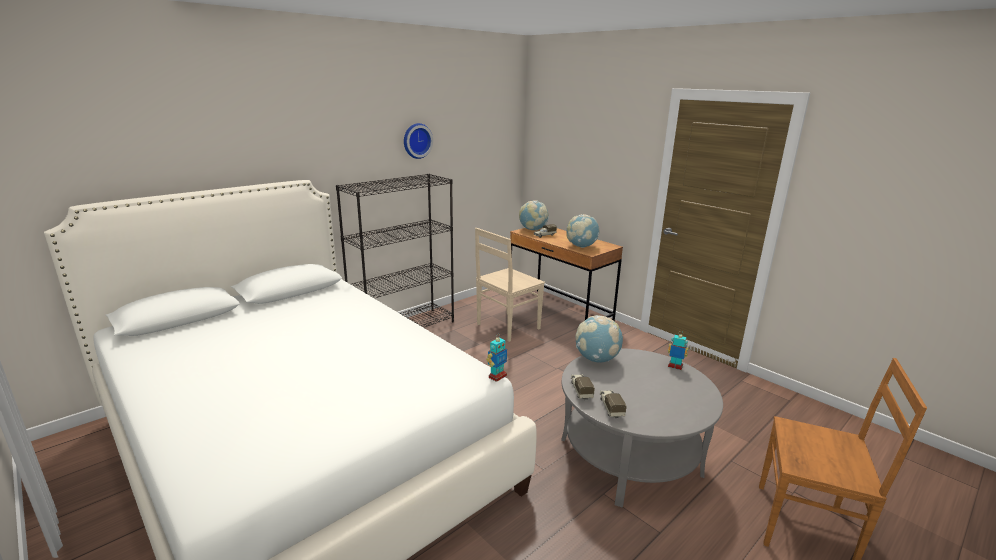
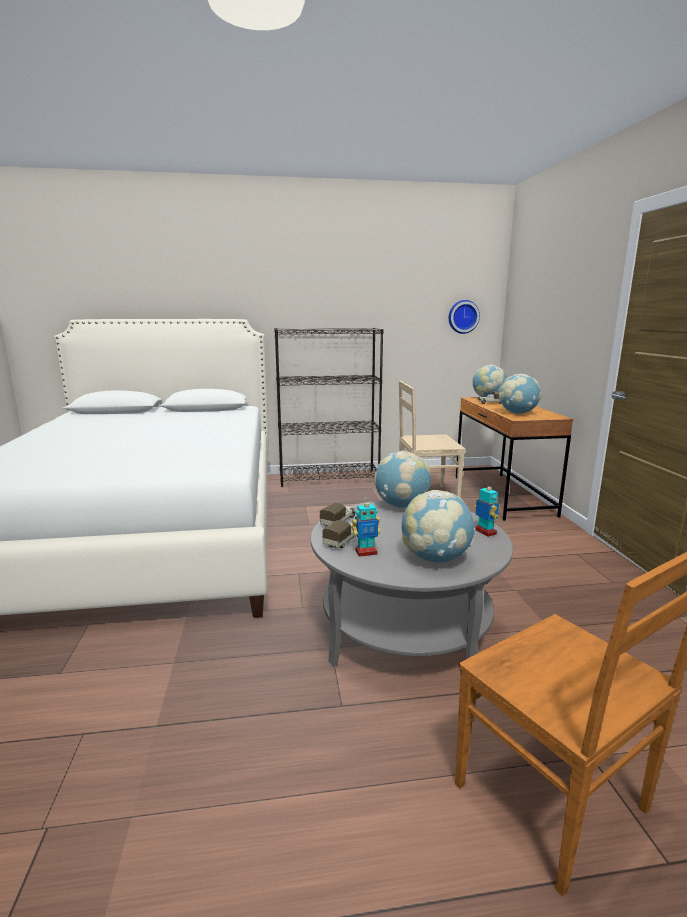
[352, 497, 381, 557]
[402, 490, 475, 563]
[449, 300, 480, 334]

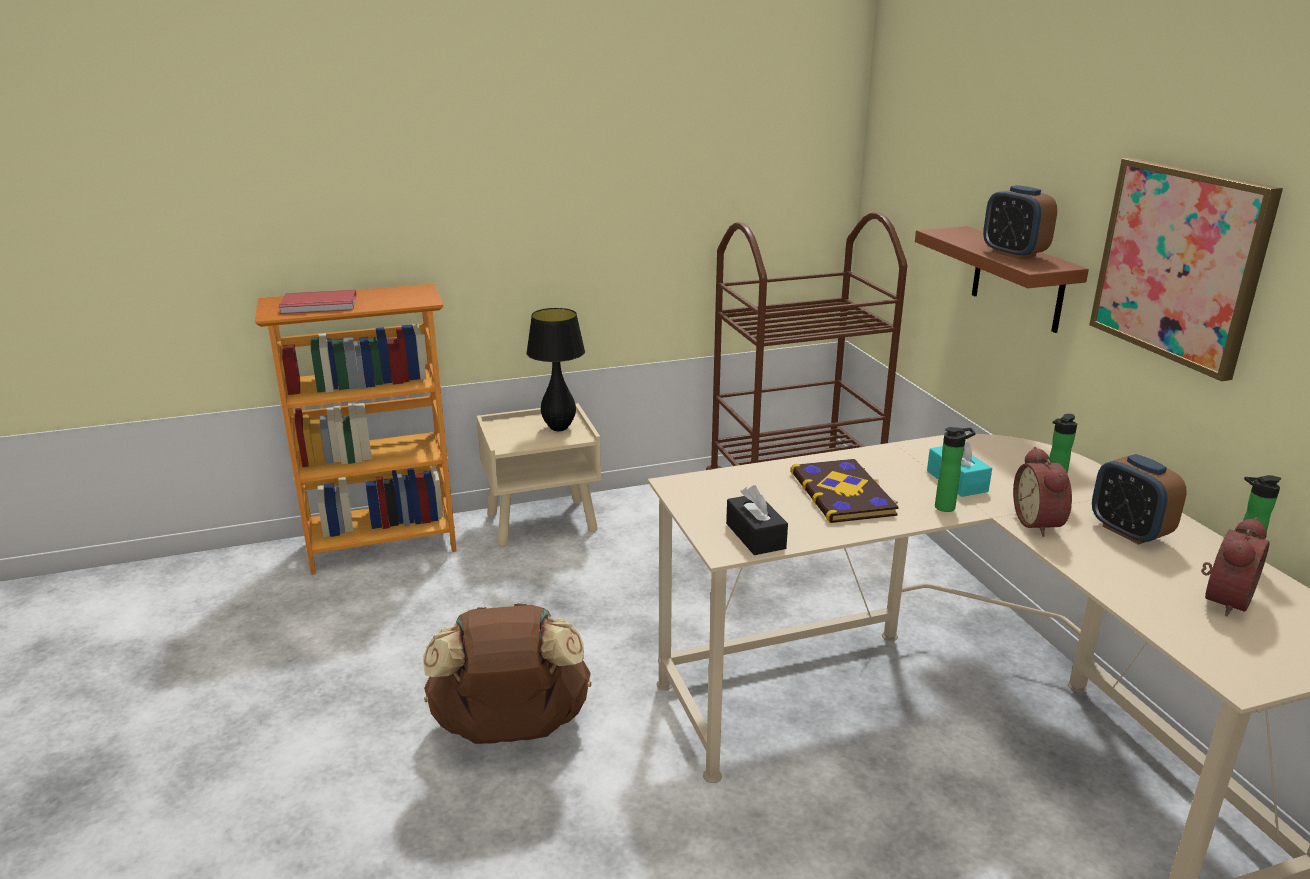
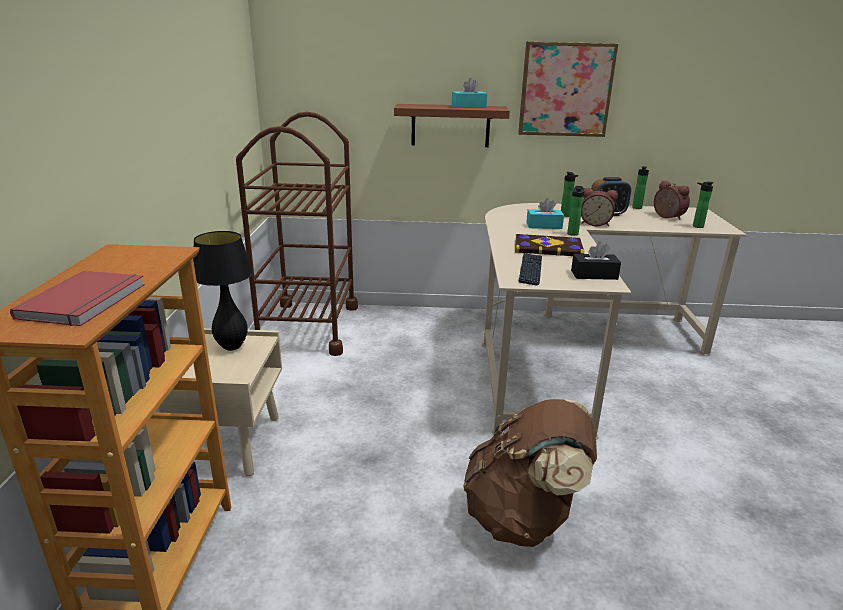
[452, 78, 487, 108]
[518, 253, 542, 286]
[693, 182, 714, 228]

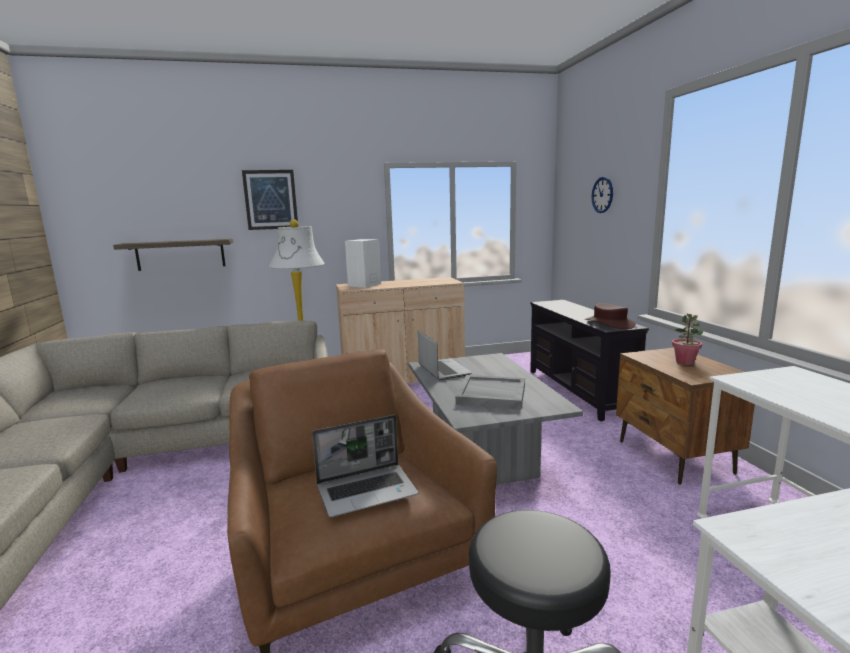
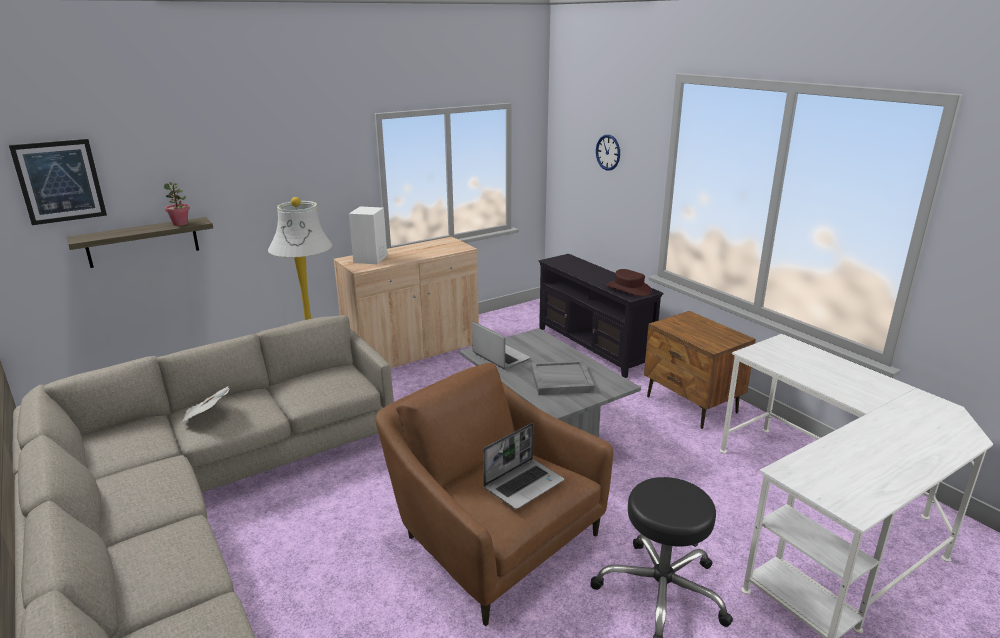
[9, 139, 107, 225]
[164, 182, 190, 226]
[182, 386, 230, 422]

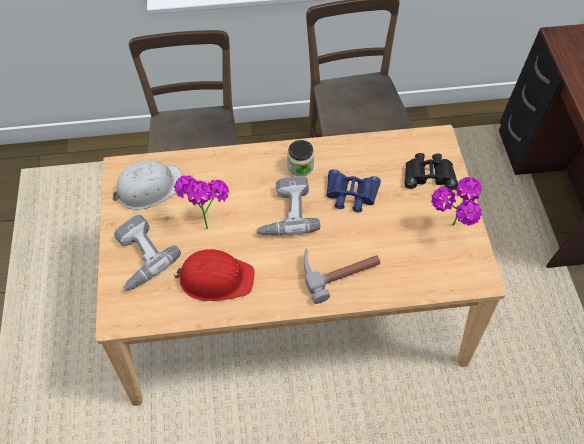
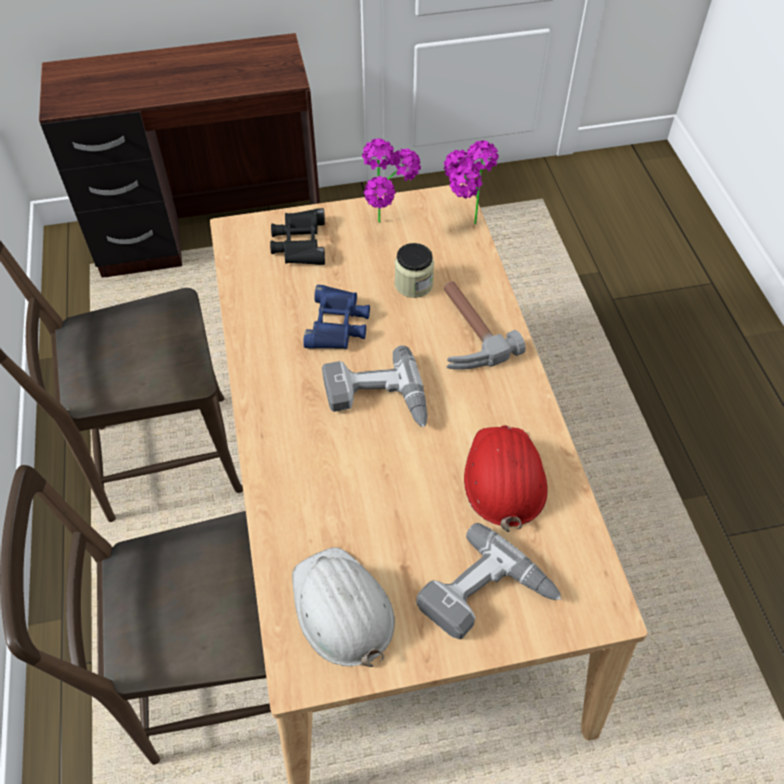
[395, 243, 434, 298]
[443, 140, 499, 224]

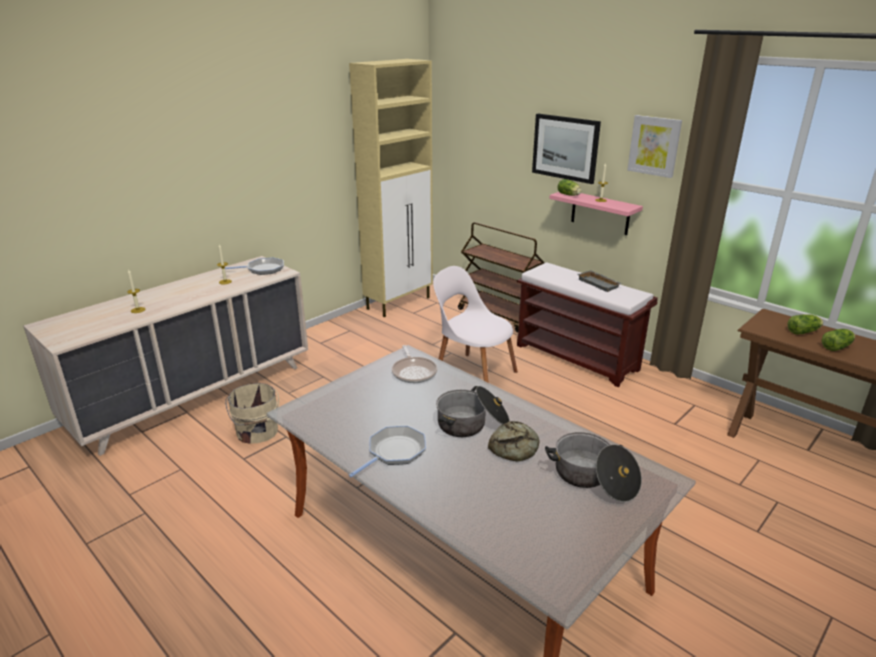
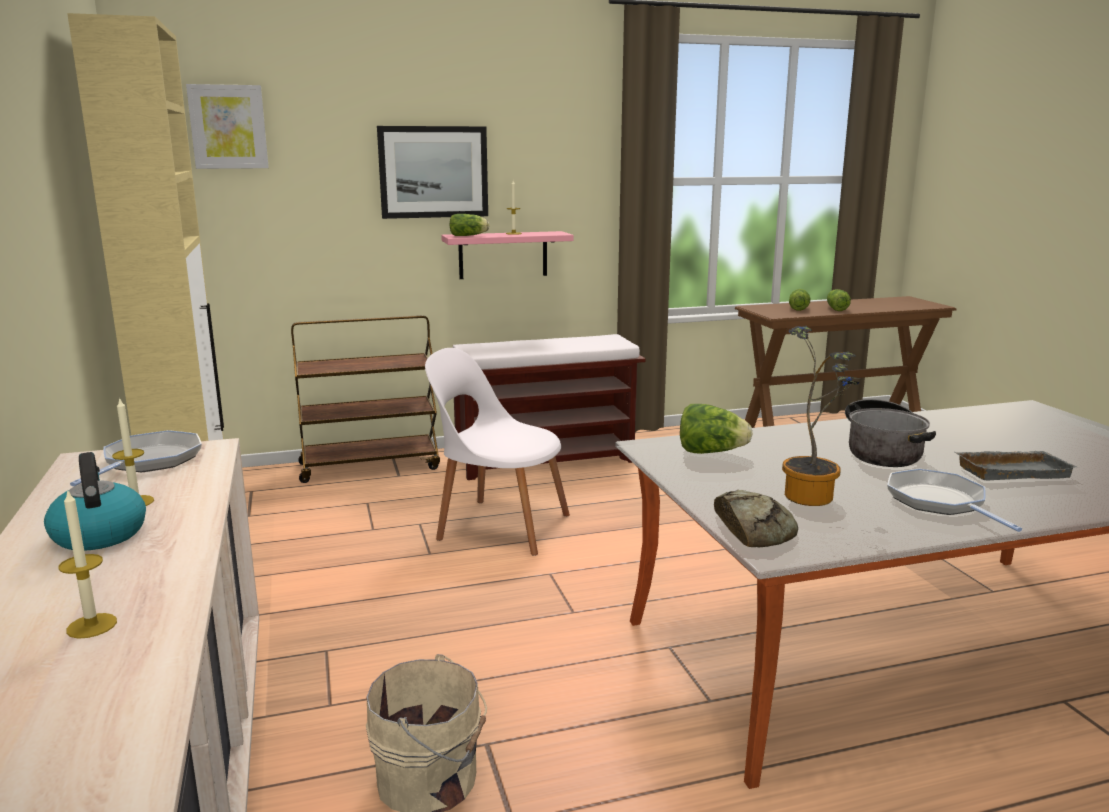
[44, 452, 146, 551]
[186, 84, 269, 169]
[425, 348, 570, 556]
[680, 404, 753, 454]
[714, 490, 798, 547]
[782, 325, 861, 506]
[955, 451, 1077, 480]
[545, 432, 642, 502] (first image)

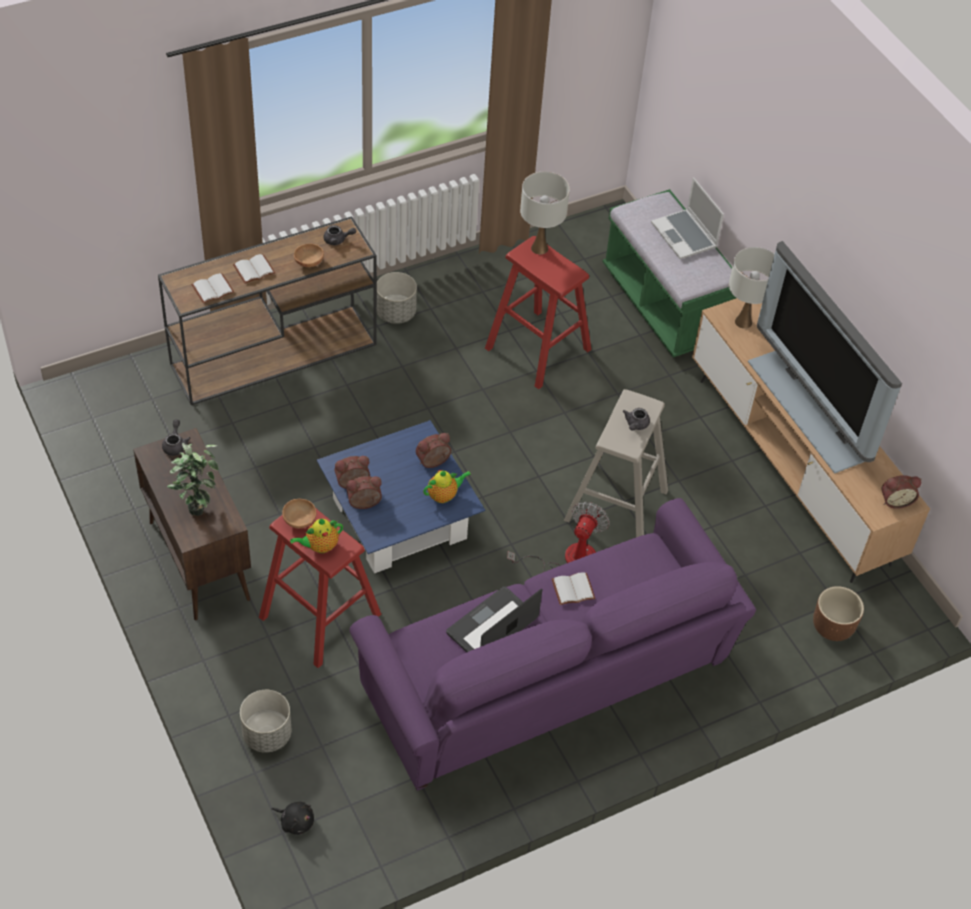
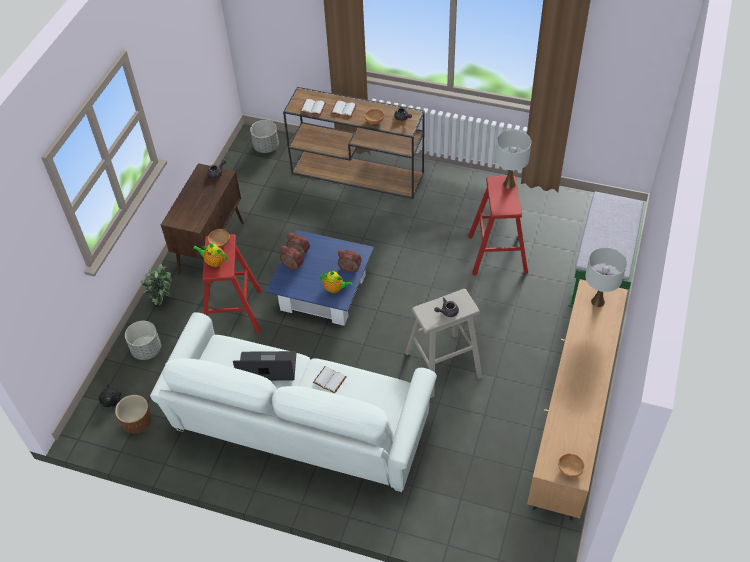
[115, 395, 152, 434]
[140, 264, 172, 308]
[150, 312, 437, 492]
[250, 120, 279, 153]
[558, 453, 584, 477]
[507, 502, 610, 572] (first image)
[651, 178, 724, 259] (first image)
[748, 241, 902, 473] (first image)

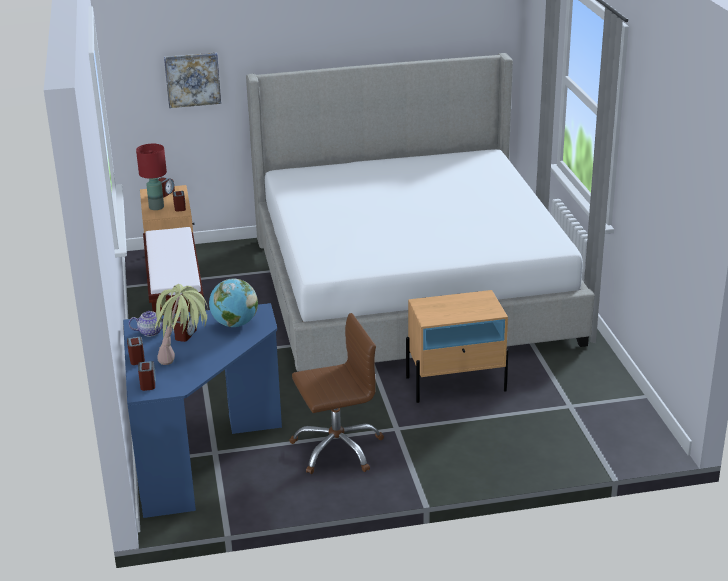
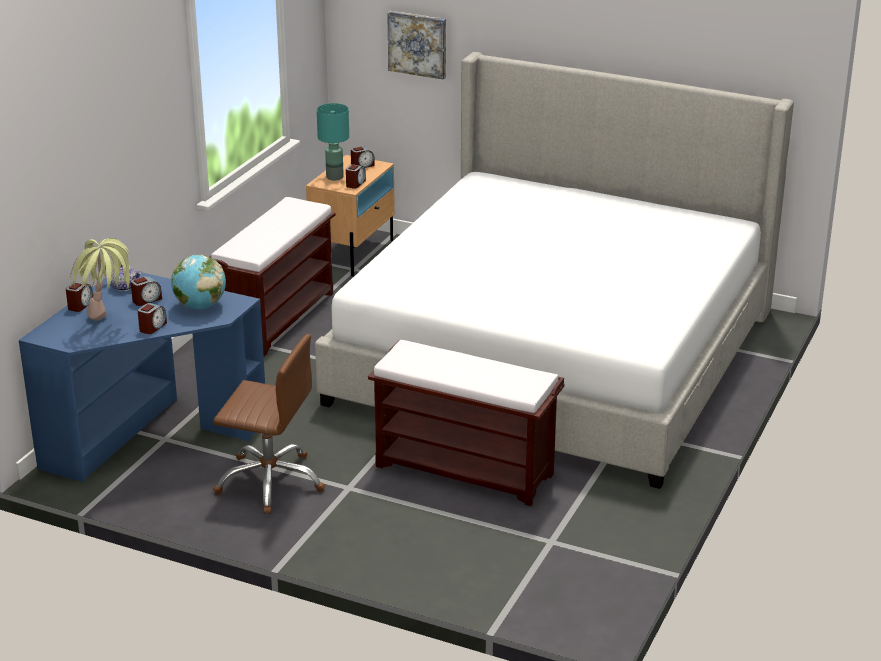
[138, 303, 167, 334]
[317, 103, 349, 180]
[368, 340, 564, 506]

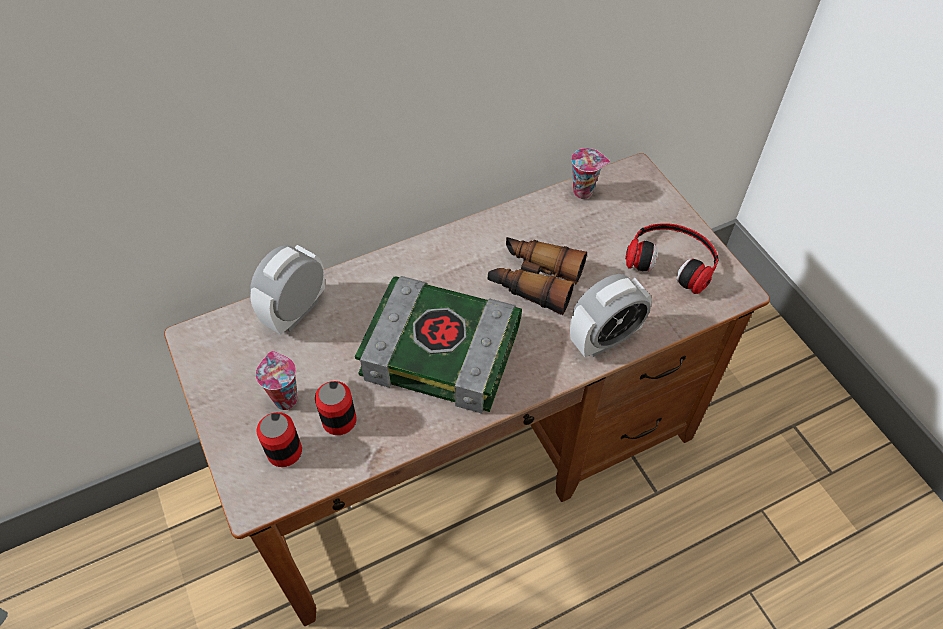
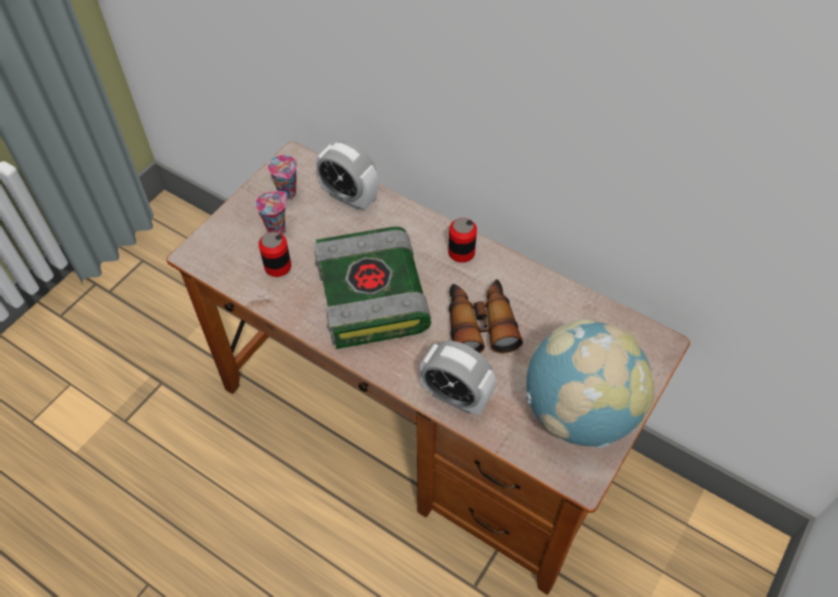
[268, 155, 297, 200]
[316, 141, 378, 211]
[448, 218, 477, 263]
[526, 319, 654, 449]

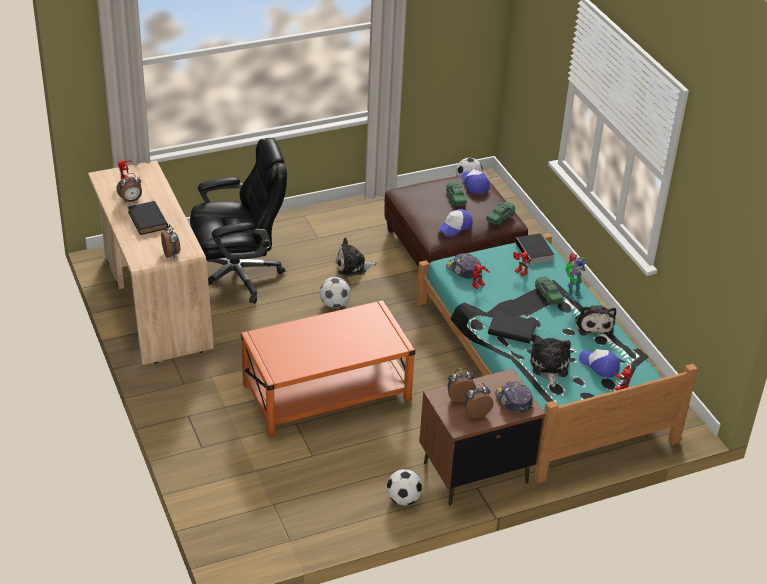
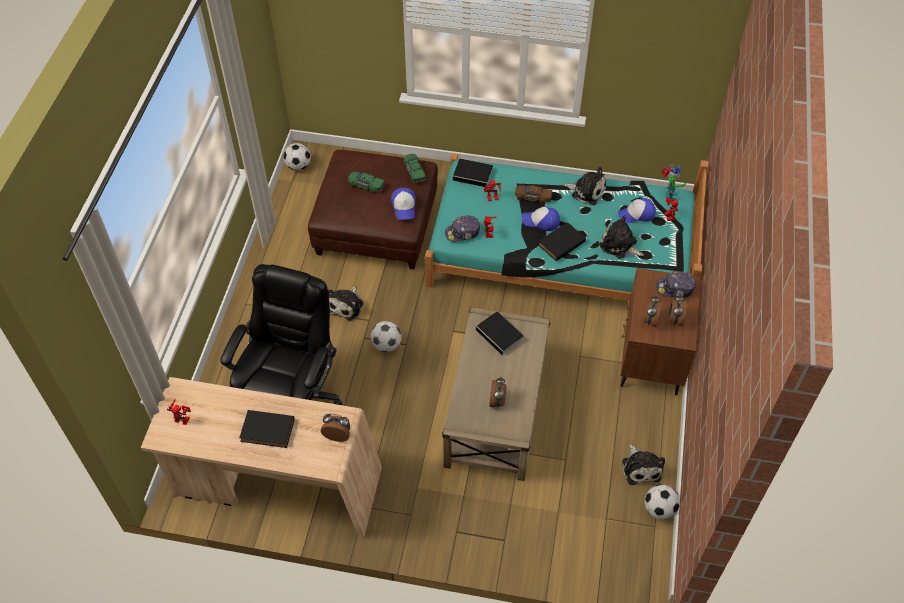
[442, 307, 551, 481]
[476, 311, 524, 359]
[489, 377, 506, 408]
[515, 184, 552, 204]
[522, 206, 560, 231]
[622, 444, 665, 485]
[645, 484, 680, 520]
[662, 164, 686, 202]

